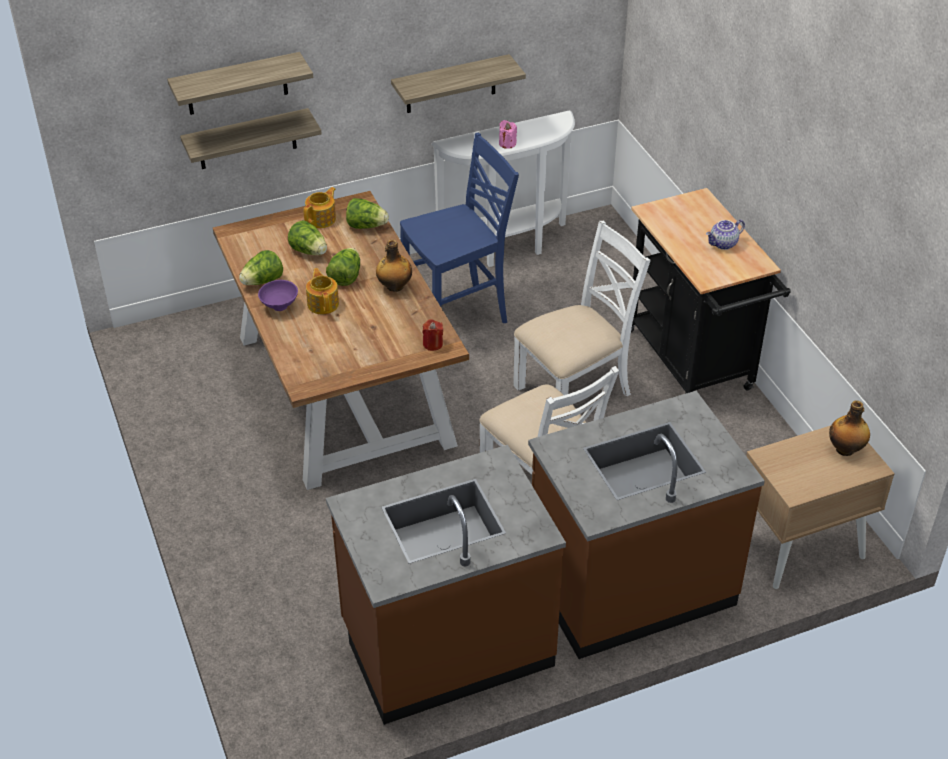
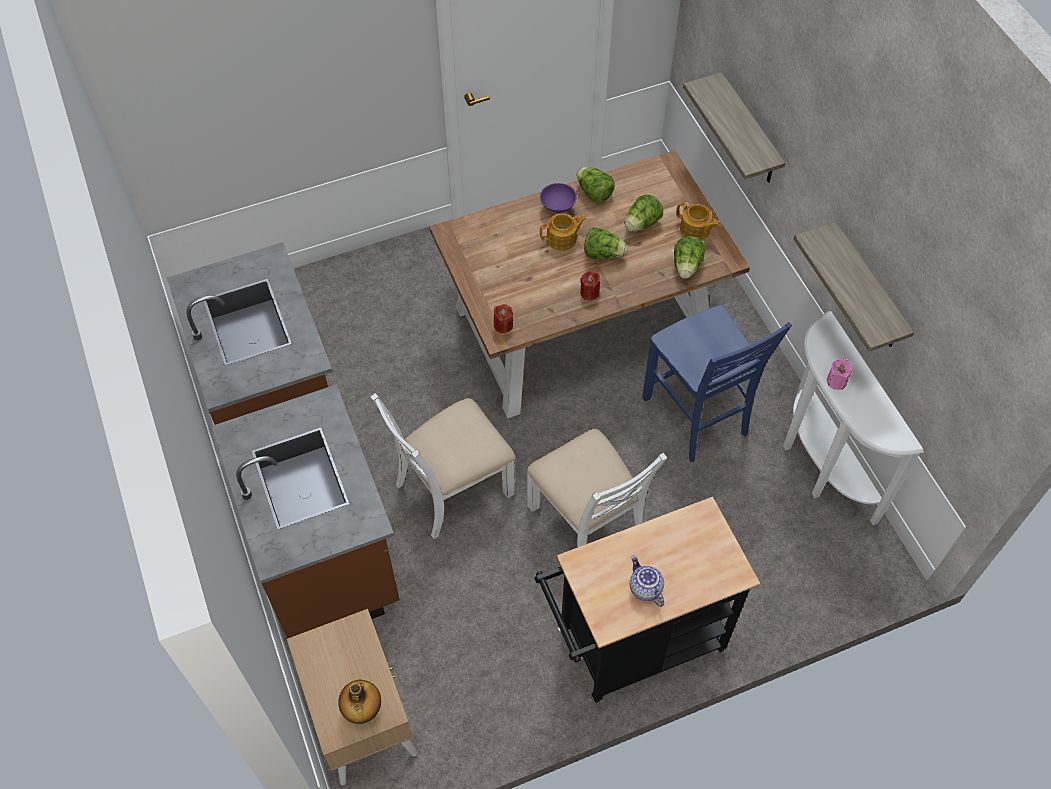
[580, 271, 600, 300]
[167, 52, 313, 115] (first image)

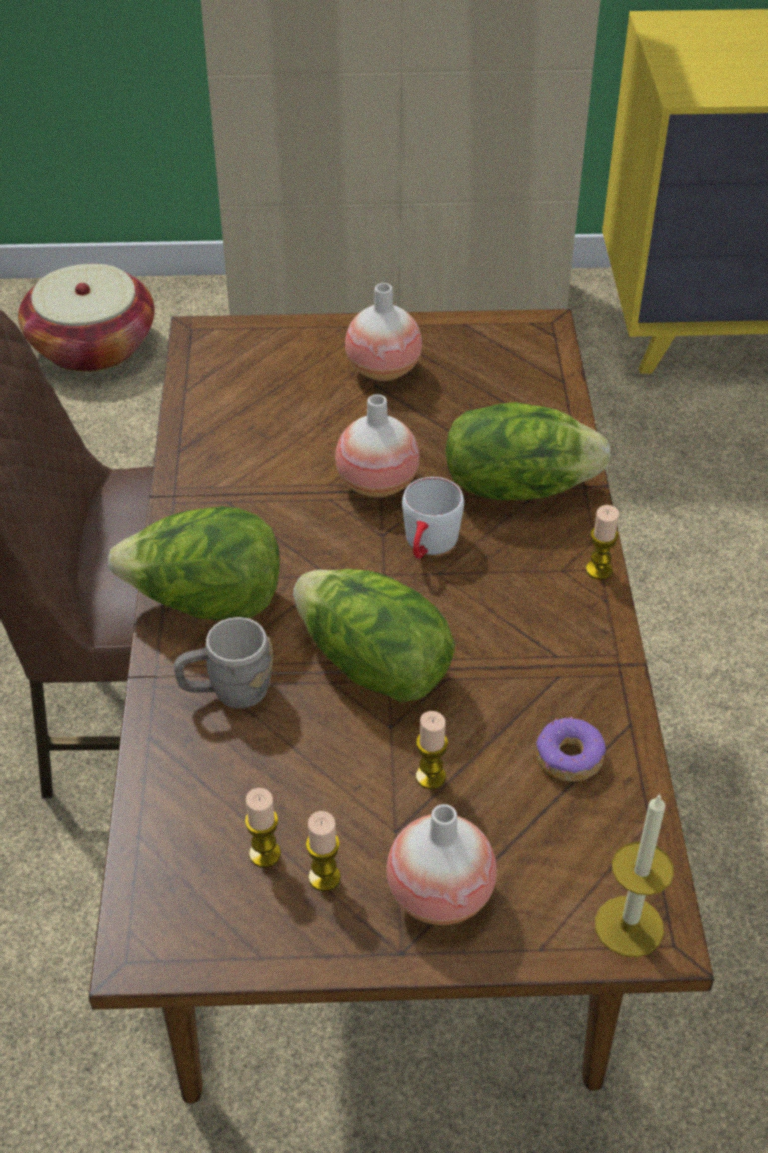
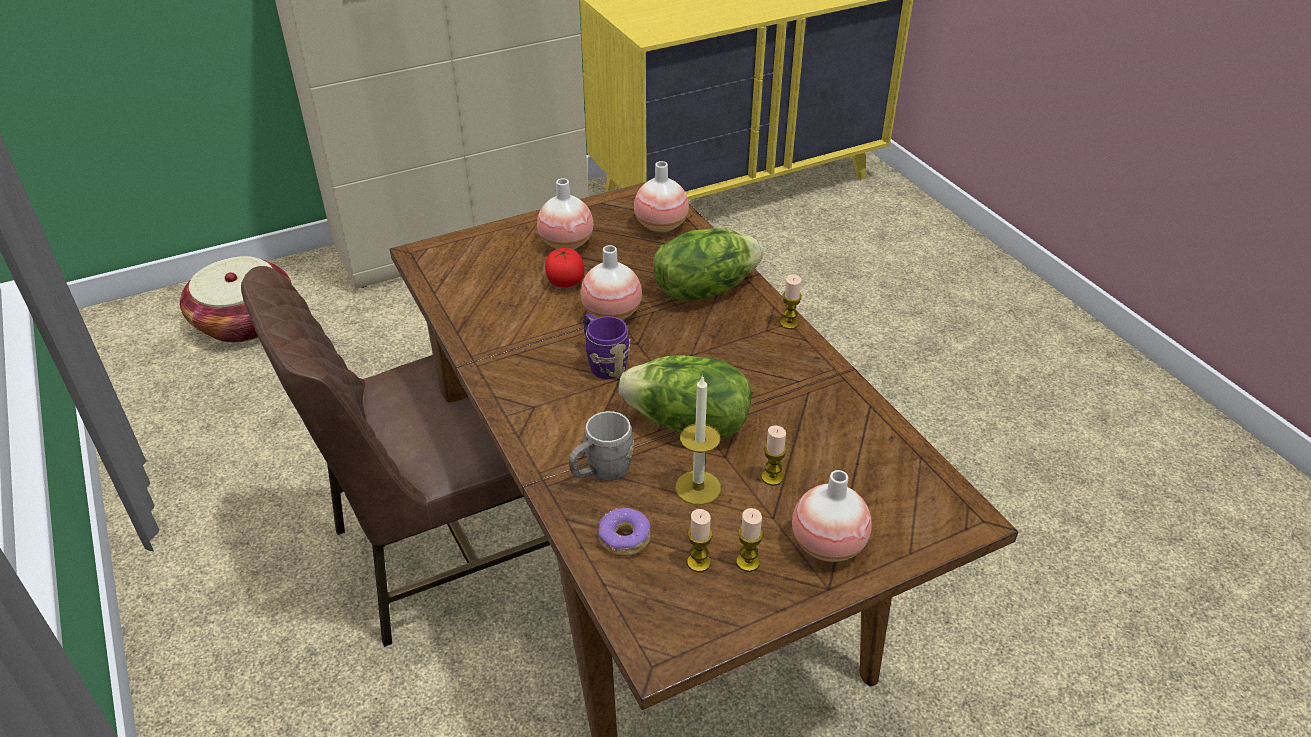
[545, 248, 585, 287]
[583, 314, 630, 379]
[598, 508, 651, 556]
[634, 161, 689, 233]
[676, 375, 721, 505]
[108, 506, 280, 620] (first image)
[402, 477, 464, 559] (first image)

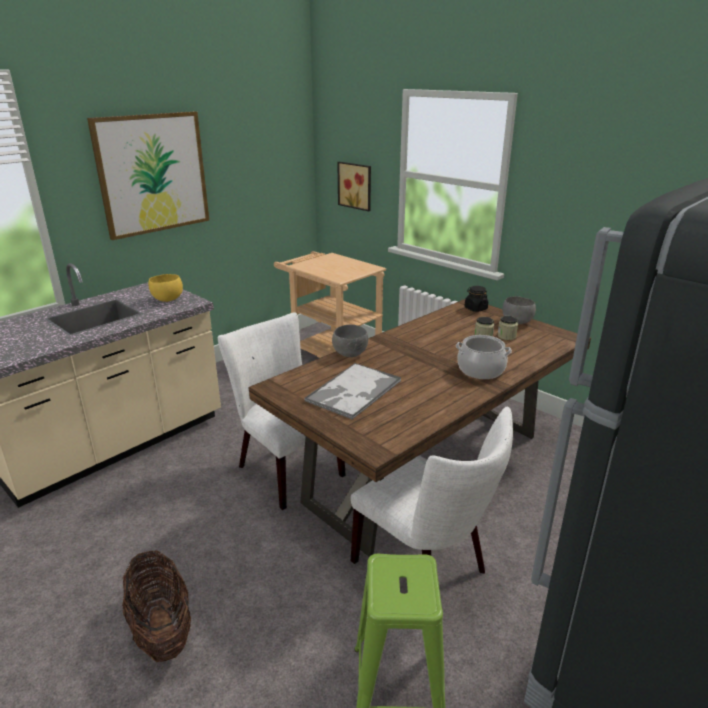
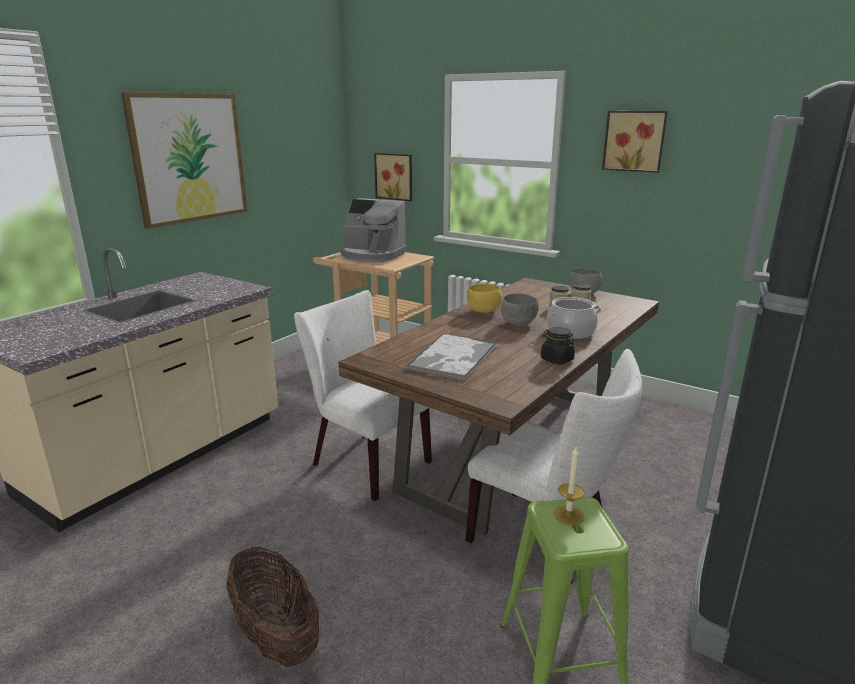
[340, 198, 407, 263]
[467, 284, 502, 313]
[501, 293, 539, 326]
[541, 327, 575, 364]
[554, 447, 585, 525]
[602, 111, 668, 173]

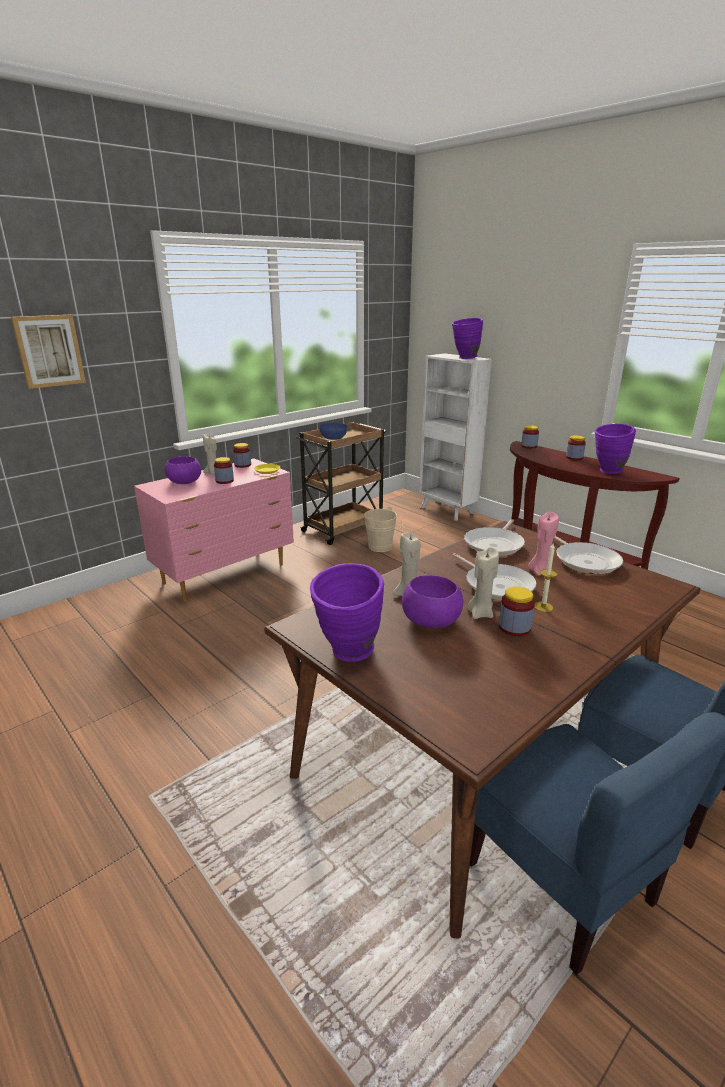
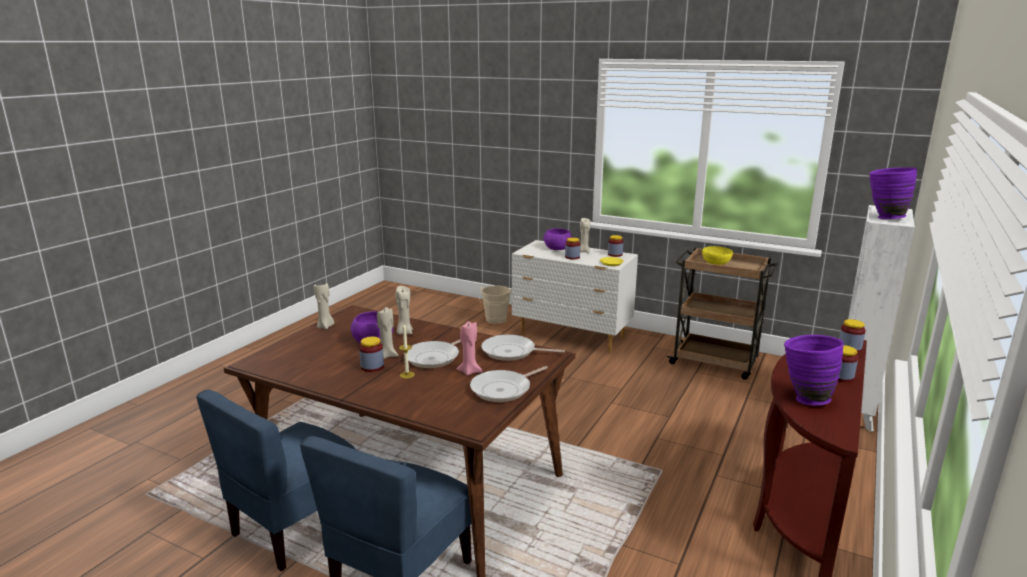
[314, 283, 334, 330]
[479, 285, 512, 324]
[512, 240, 638, 353]
[702, 246, 733, 265]
[11, 315, 86, 389] (first image)

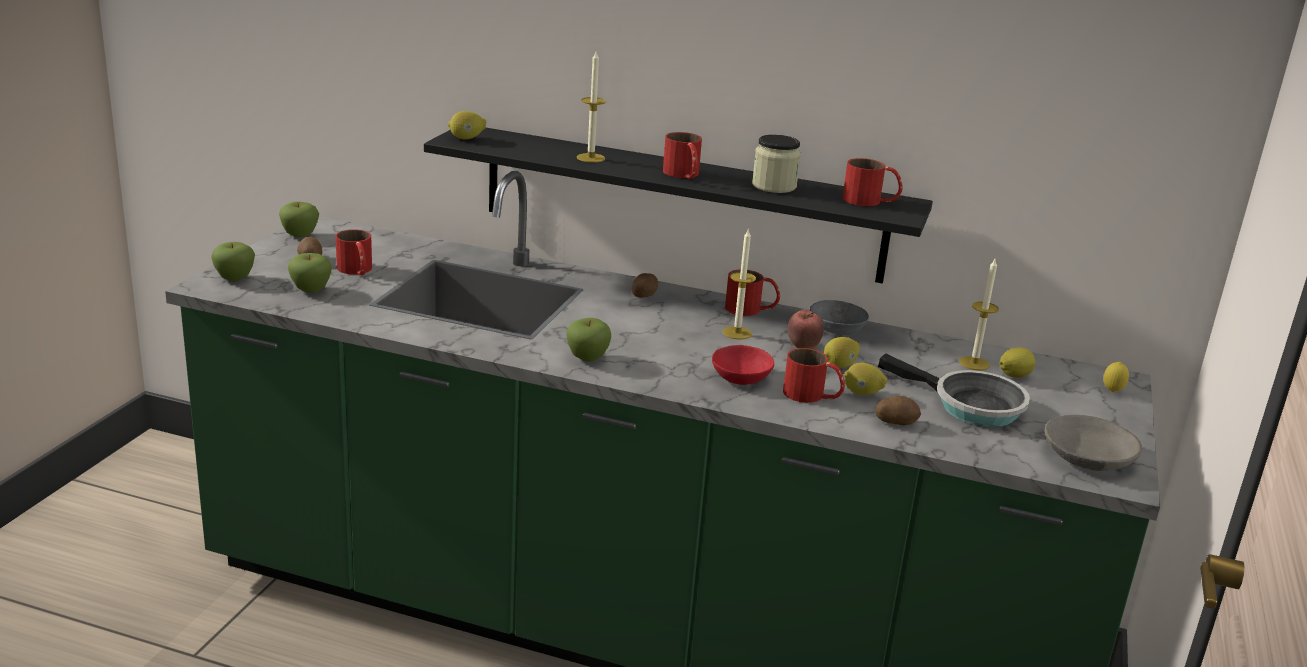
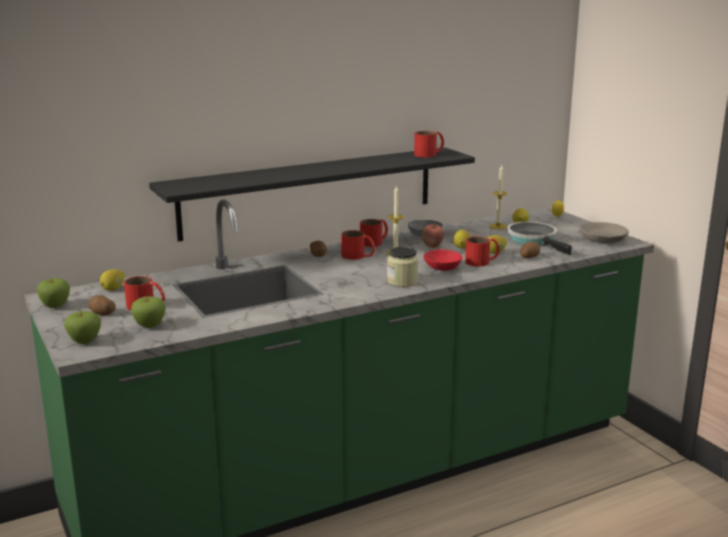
[100, 269, 125, 291]
[341, 230, 375, 260]
[387, 247, 418, 287]
[507, 222, 572, 255]
[566, 318, 611, 362] (first image)
[577, 52, 606, 163] (first image)

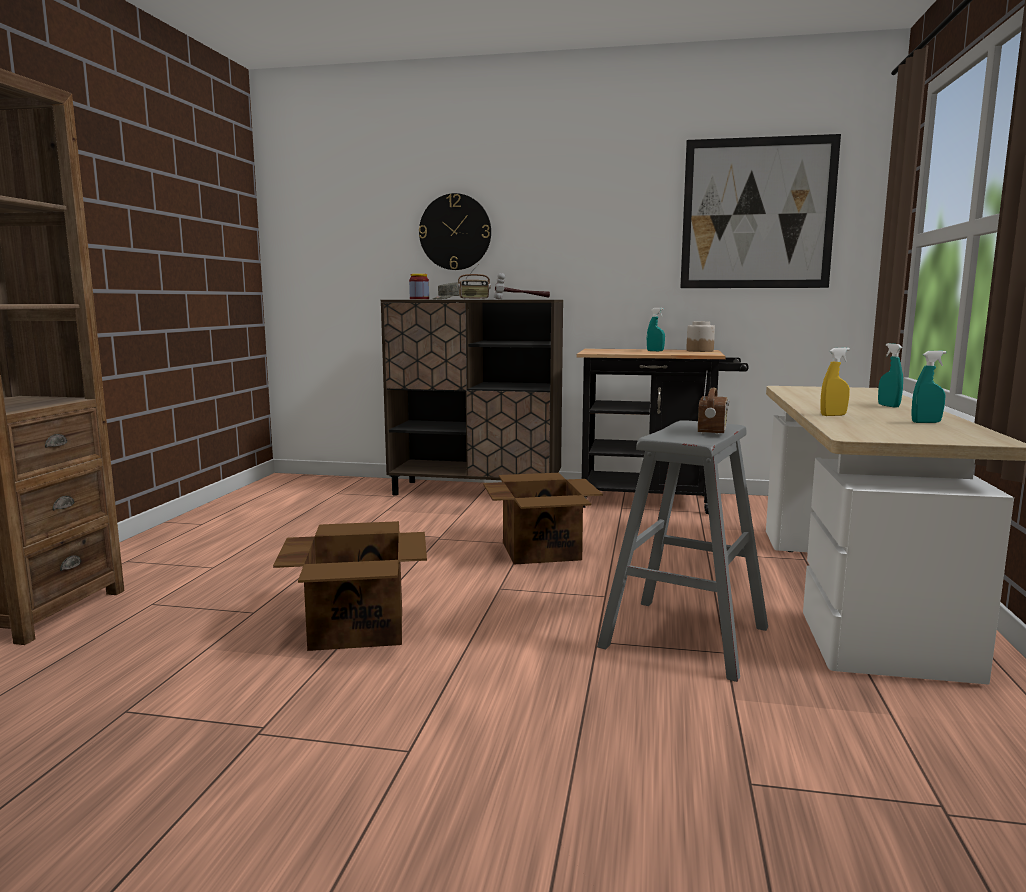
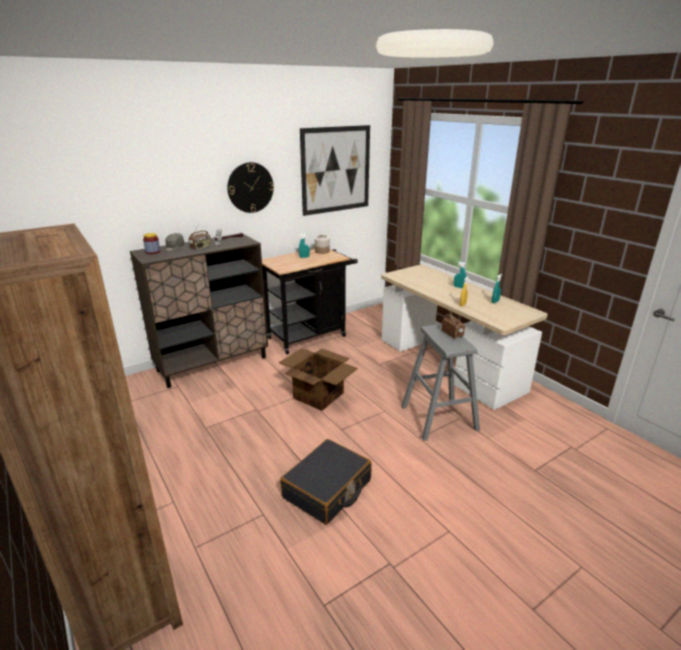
[227, 162, 274, 213]
[280, 439, 372, 525]

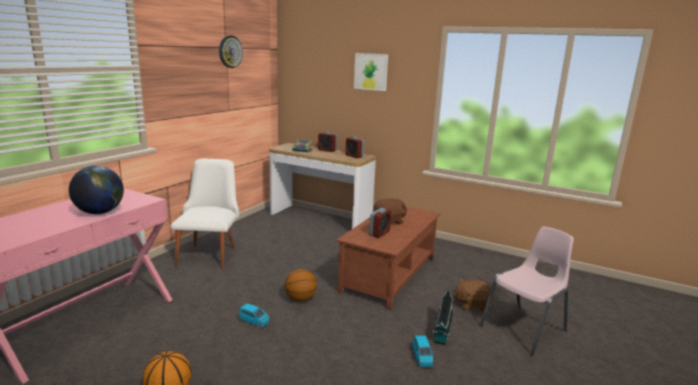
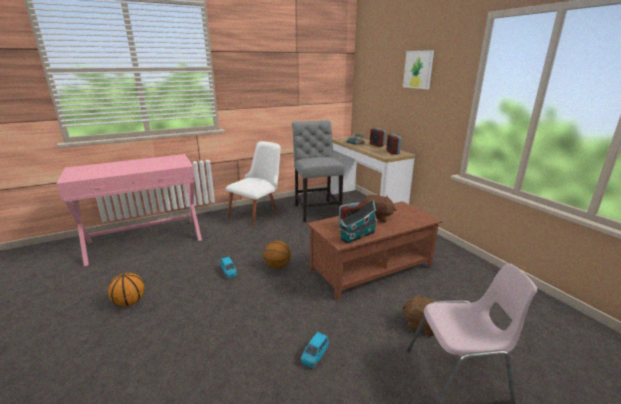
[292, 120, 345, 222]
[339, 199, 378, 243]
[69, 166, 124, 214] (first image)
[219, 35, 243, 68] (first image)

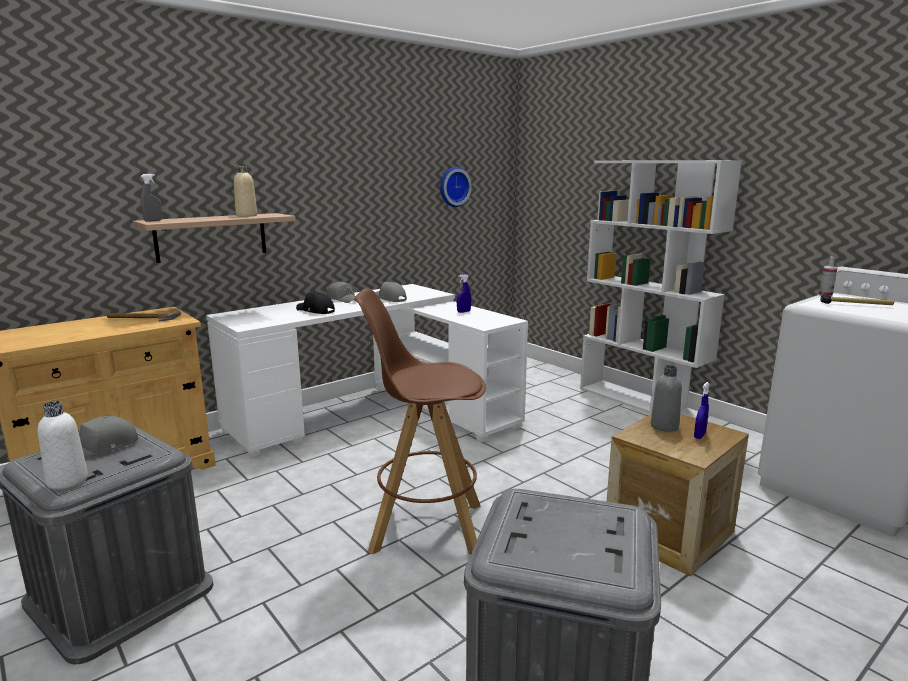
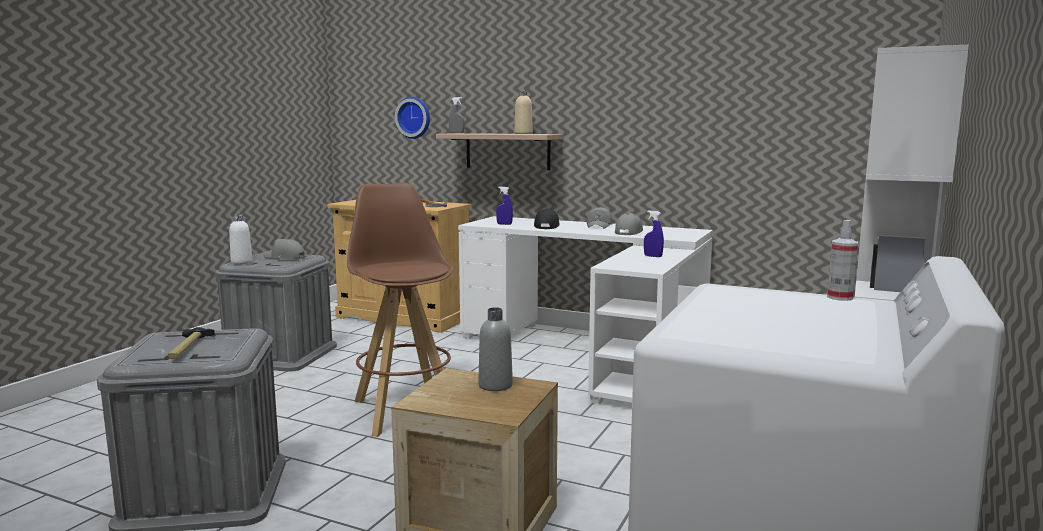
[168, 327, 215, 359]
[395, 97, 430, 139]
[496, 186, 513, 225]

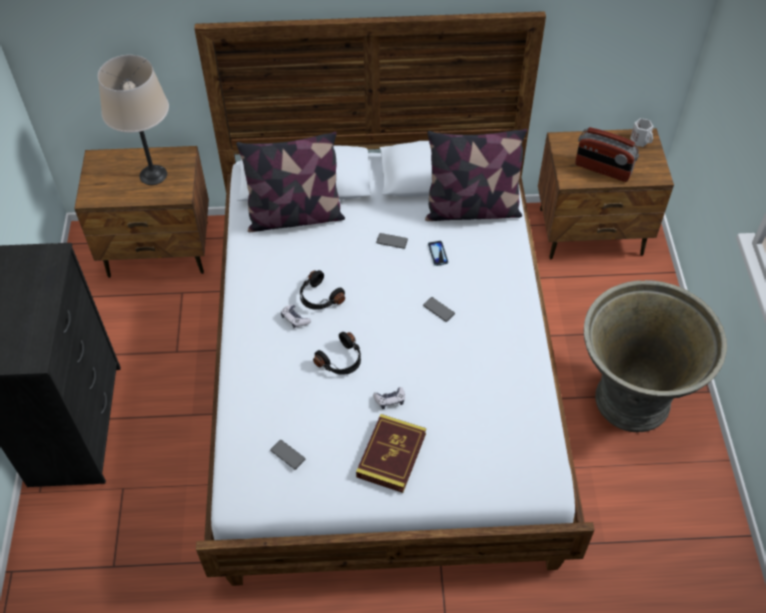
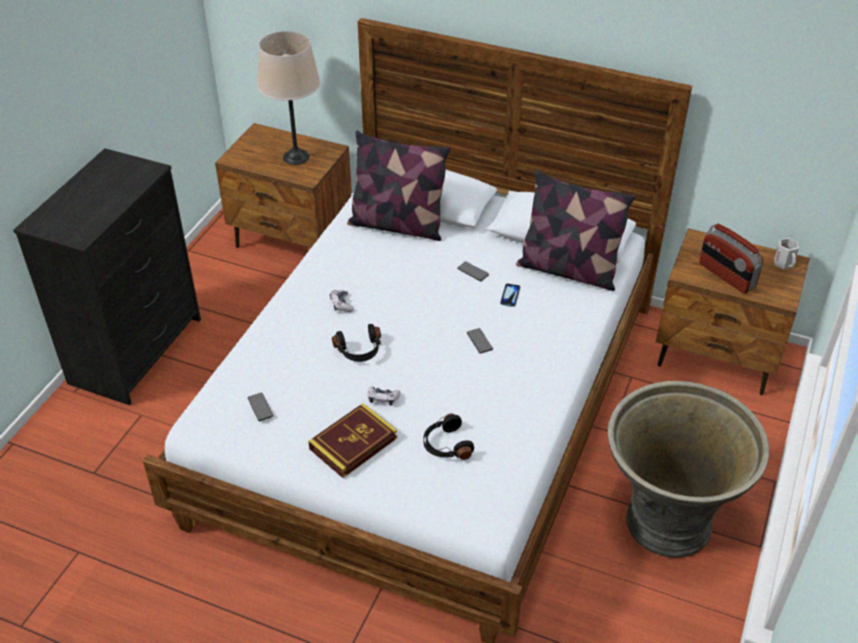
[423, 413, 474, 460]

